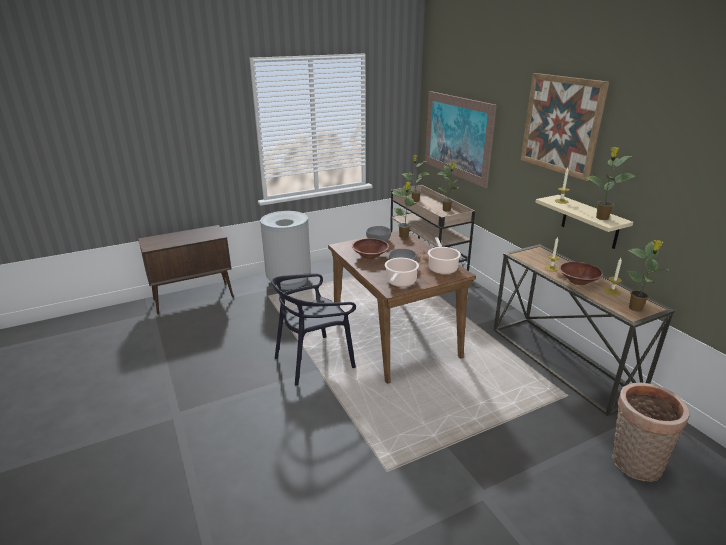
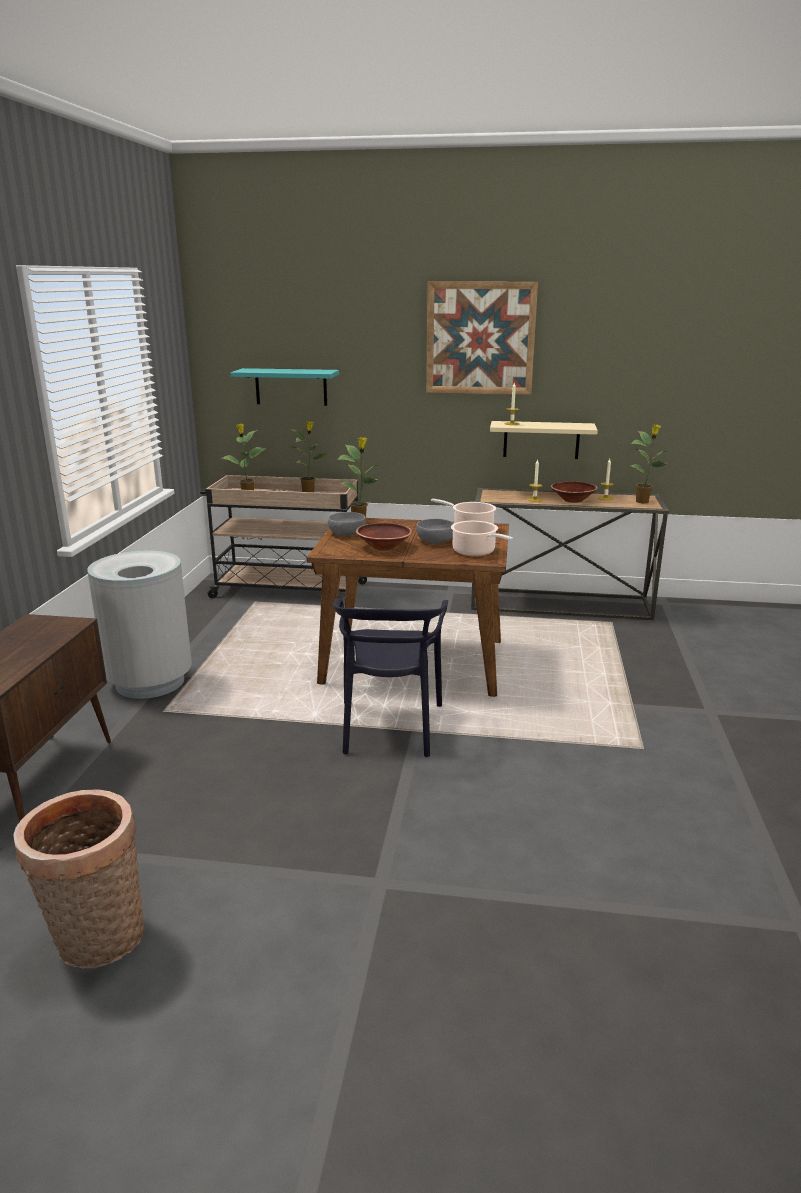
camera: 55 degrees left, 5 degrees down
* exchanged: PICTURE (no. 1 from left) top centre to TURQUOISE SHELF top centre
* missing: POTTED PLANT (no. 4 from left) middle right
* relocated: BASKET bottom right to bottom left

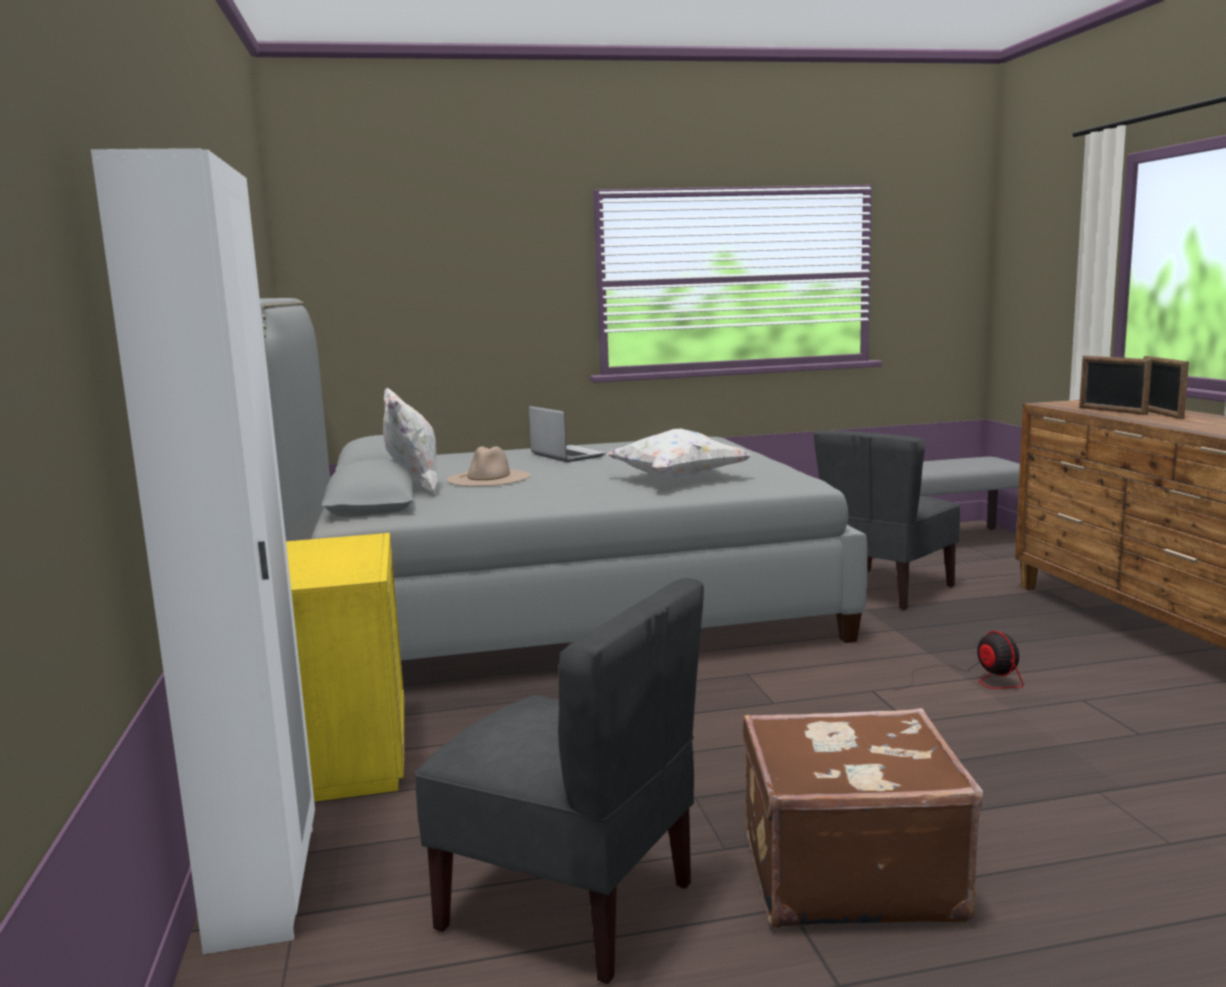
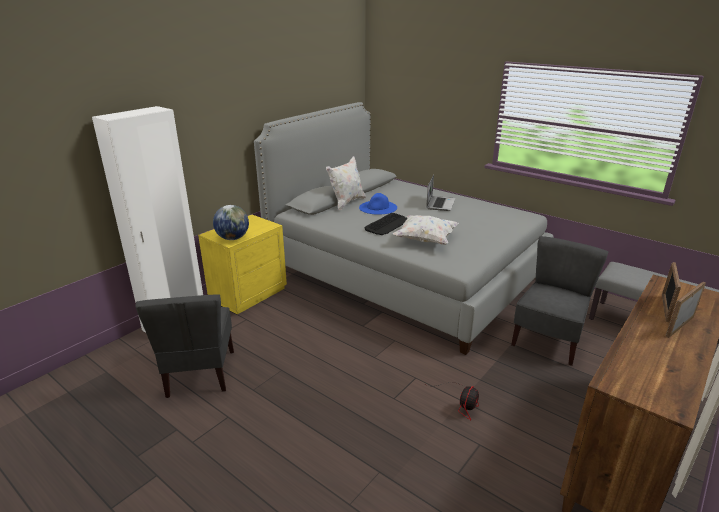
camera: 50 degrees right, 15 degrees up
* colour: BEIGE HAT centre to BLUE HAT centre
* missing: BROWN SUITCASE bottom right
* spun: GREY CHAIR (no. 2 from left) middle right = middle right 120 degrees clockwise
* appeared: GLOBE middle left
* appeared: KEYBOARD centre

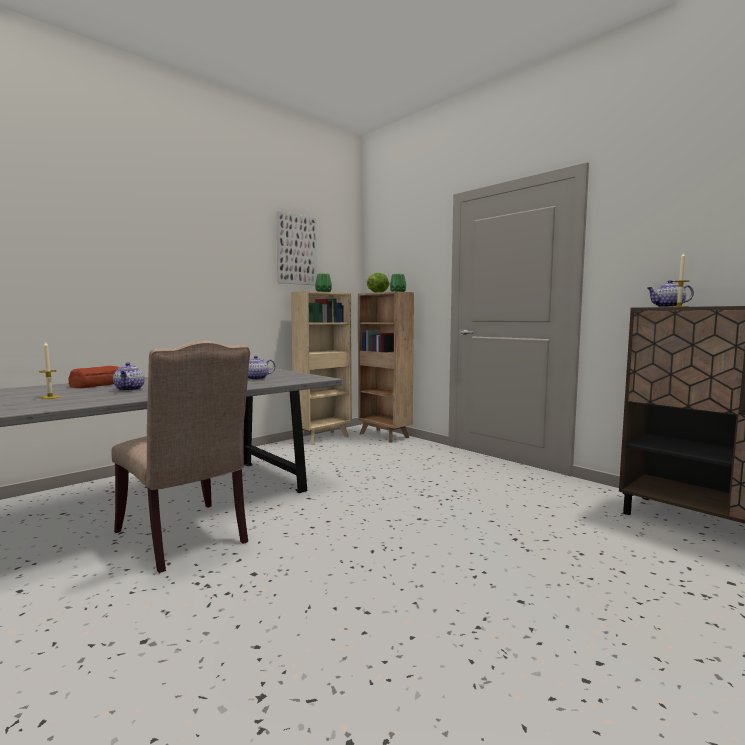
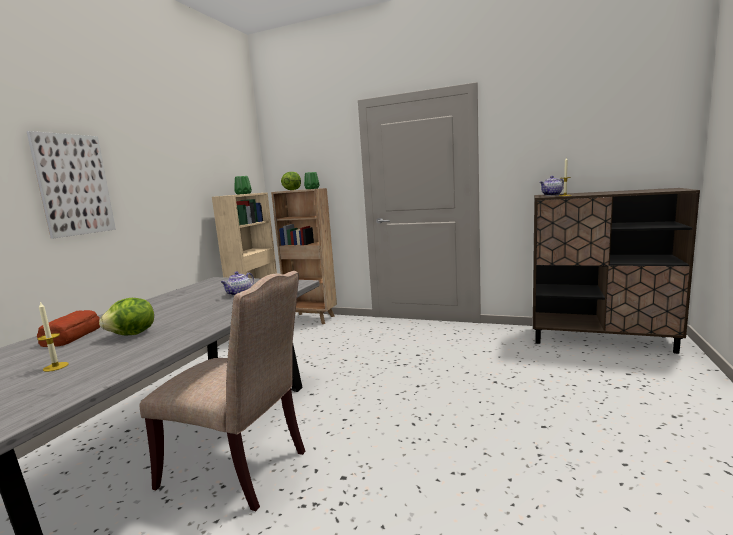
camera: 25 degrees left, 5 degrees up
* exchanged: TEAPOT (no. 1 from left) middle left to LETTUCE (no. 1 from left) middle left
* relocated: PICTURE top centre to middle left

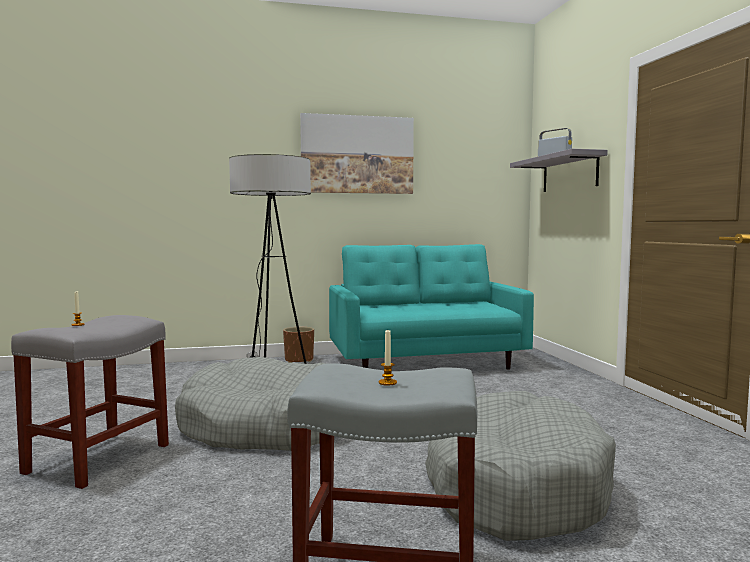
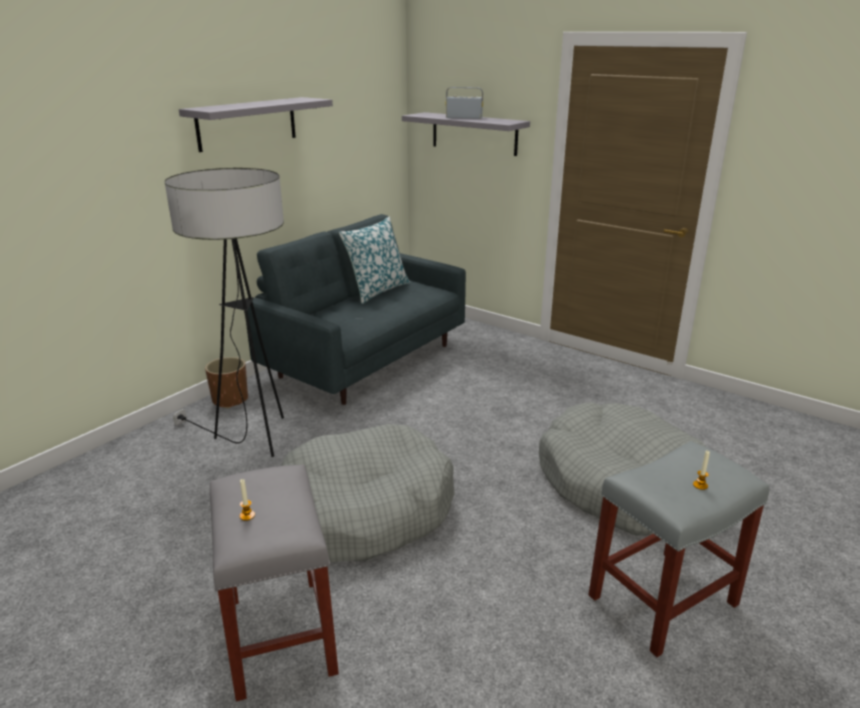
camera: 40 degrees left, 20 degrees up
* exchanged: PICTURE top centre to GREY SHELF (no. 1 from left) top left
* colour: TURQUOISE SOFA centre to GREY SOFA centre
* appeared: PILLOW centre

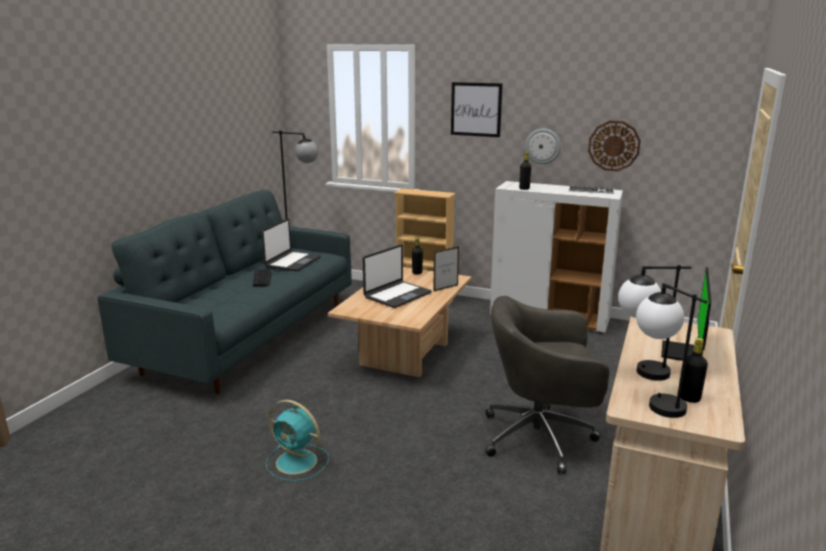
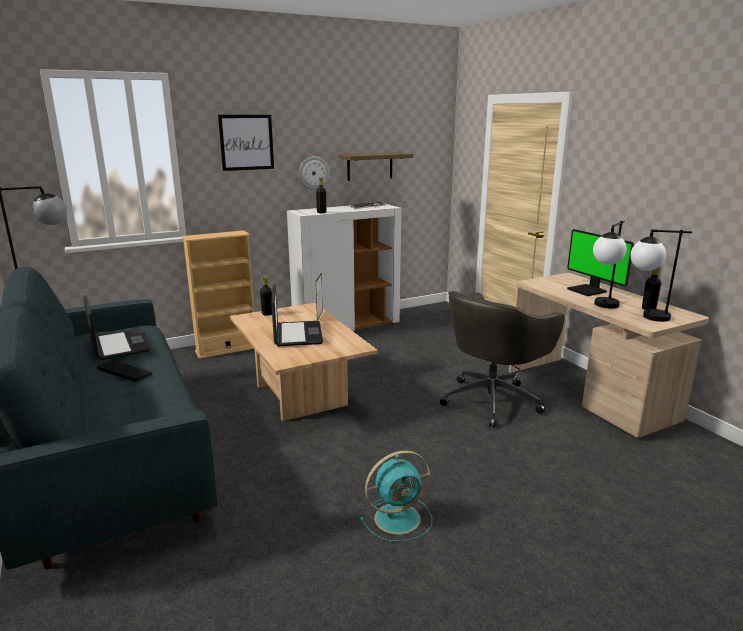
camera: 50 degrees left, 0 degrees up
* exchanged: WALL CLOCK (no. 2 from left) top right to SHELF top centre

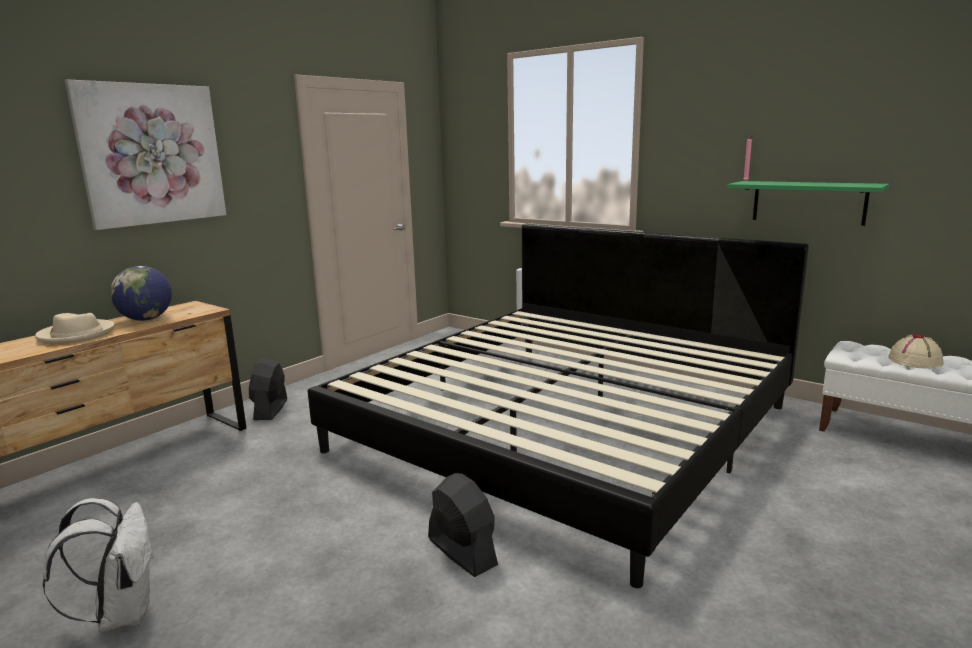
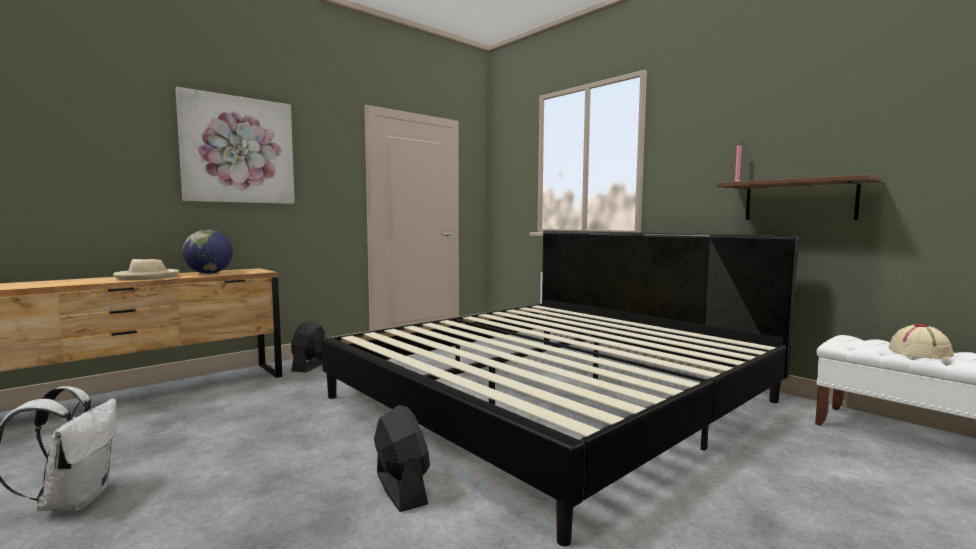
camera: 10 degrees right, 10 degrees down
* colour: GREEN SHELF top right to BROWN SHELF middle right

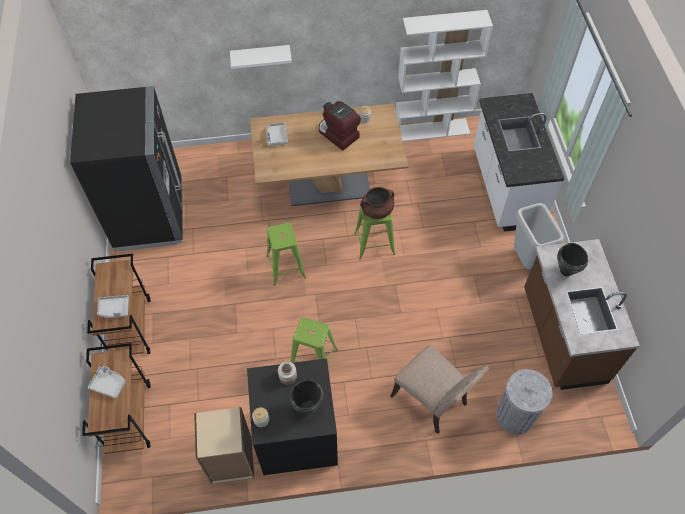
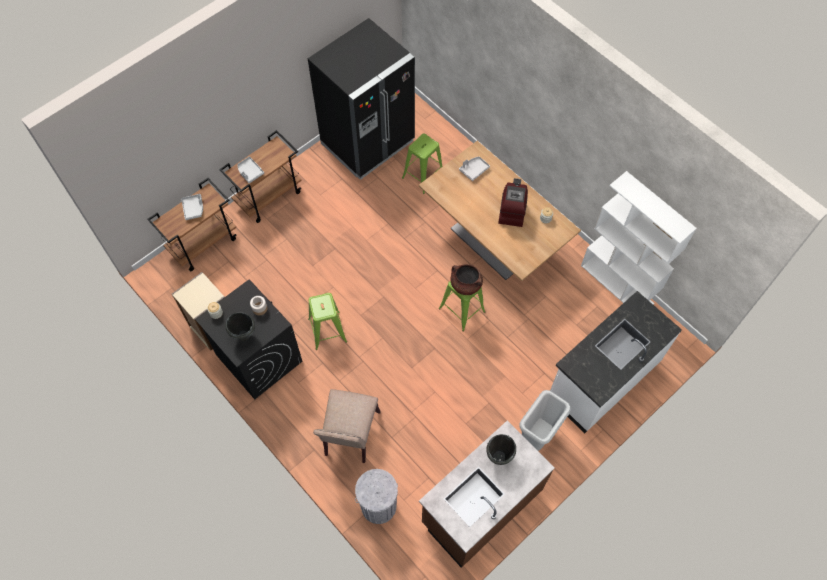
camera: 55 degrees right, 5 degrees up
* missing: WHITE SHELF top centre
* relocated: GREEN STOOL (no. 1 from left in the first image) centre to GREEN STOOL (no. 2 from left) top centre

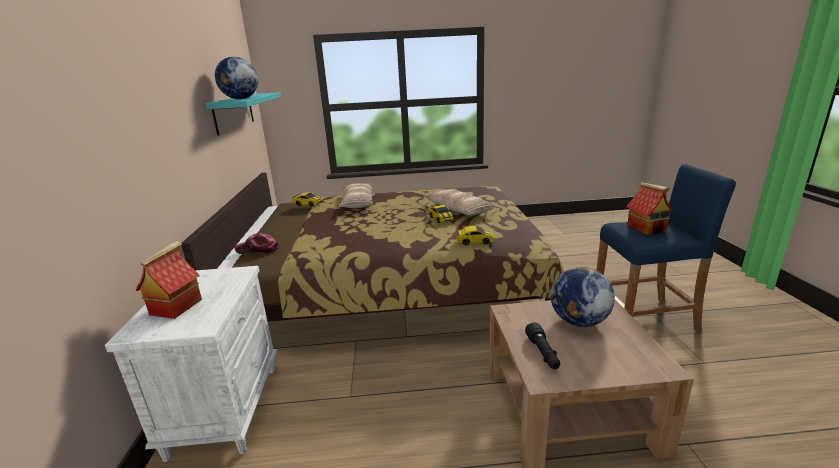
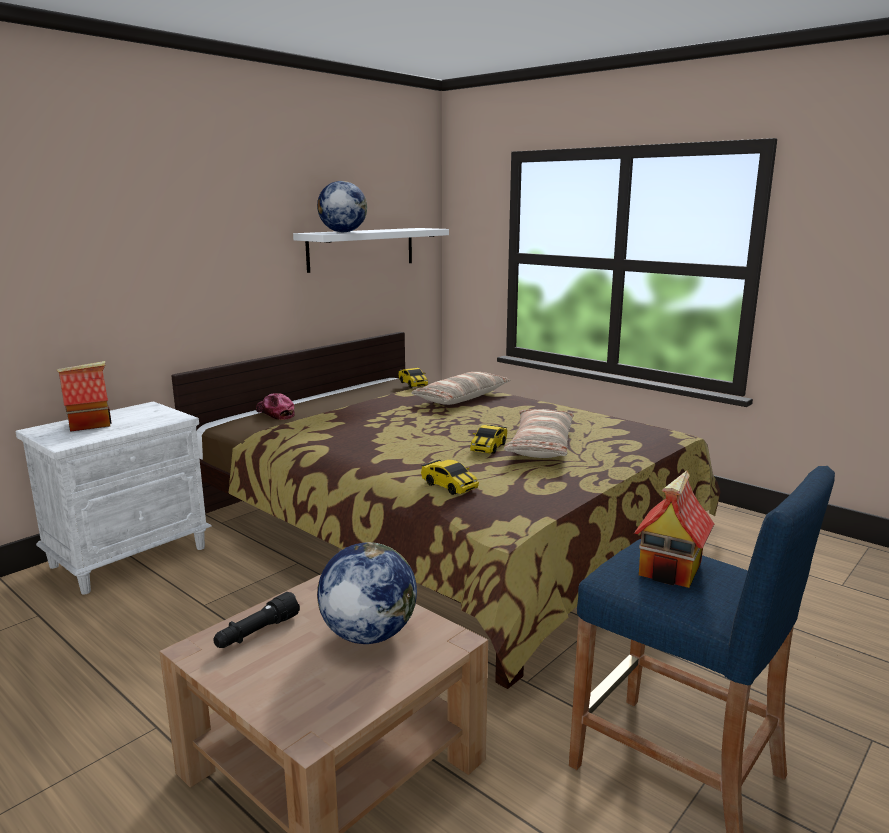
camera: 45 degrees right, 5 degrees down
* colour: TURQUOISE SHELF top left to WHITE SHELF top centre

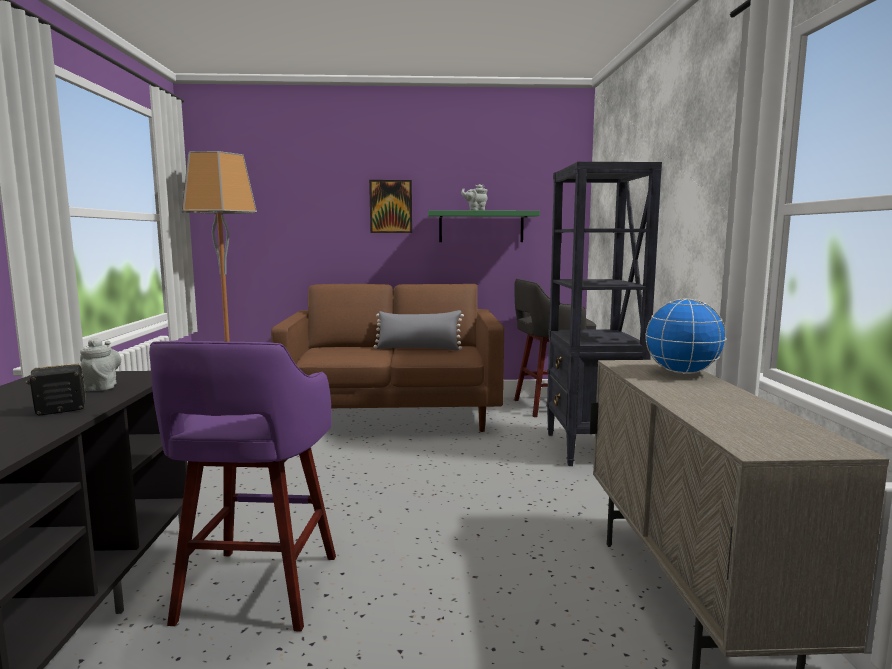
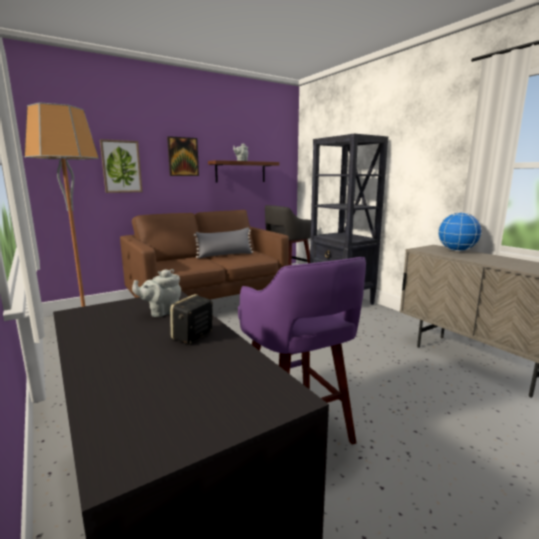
camera: 30 degrees left, 5 degrees up
* spun: GREY TEAPOT (no. 1 from left) middle left = middle left 75 degrees counterclockwise
* colour: GREEN SHELF centre to BROWN SHELF top centre
* appeared: PICTURE (no. 1 from left) top left

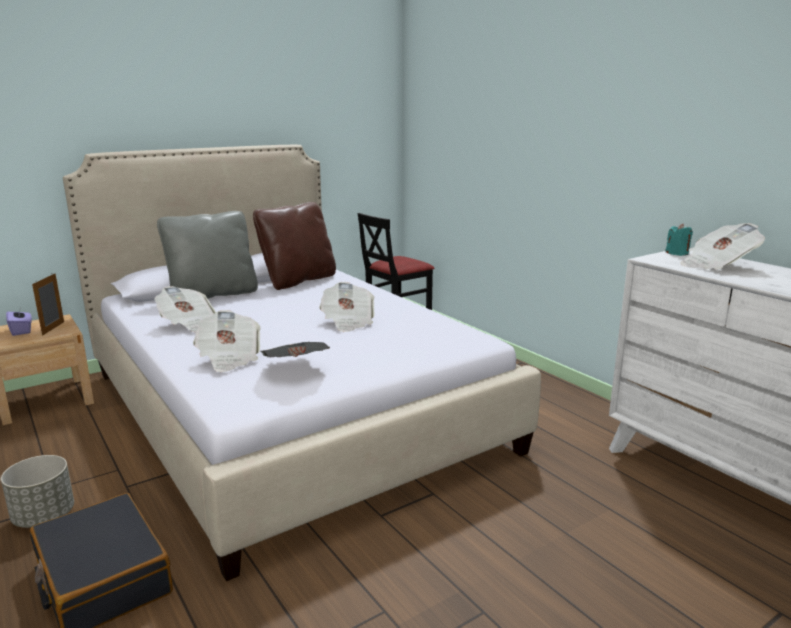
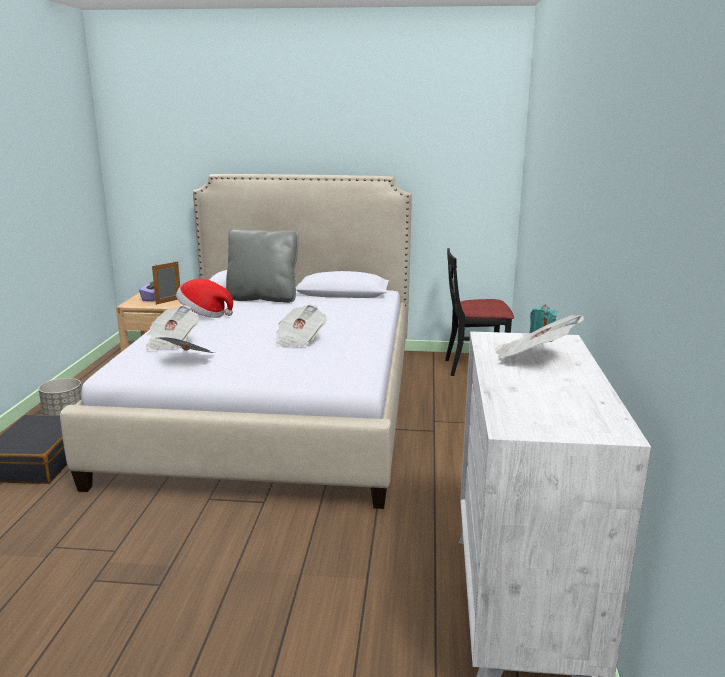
camera: 40 degrees right, 0 degrees up
* exchanged: NEWSPAPER (no. 1 from left) middle left to HAT middle left
* missing: BROWN PILLOW centre

